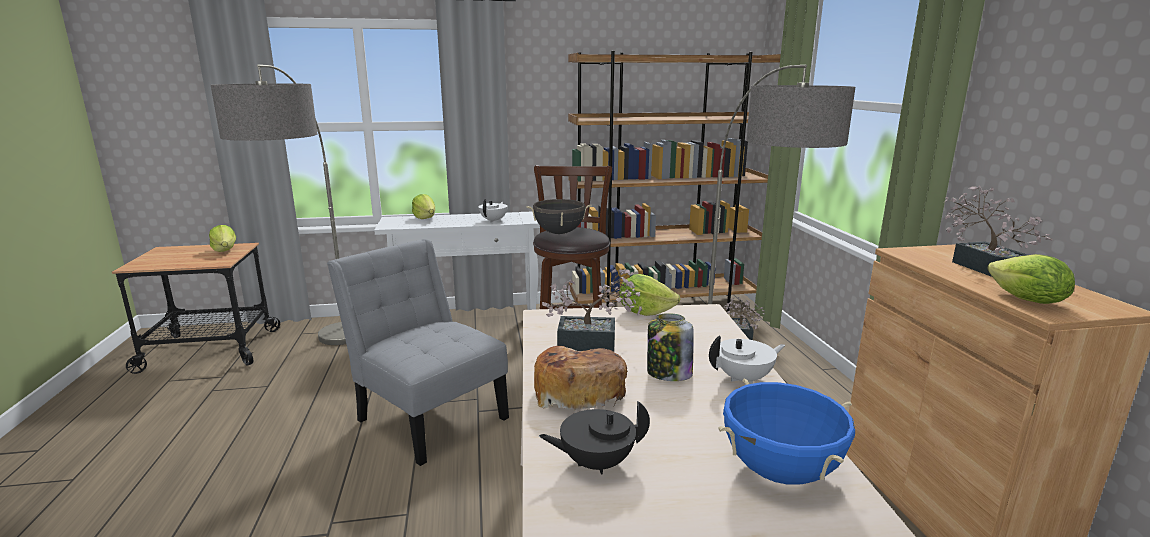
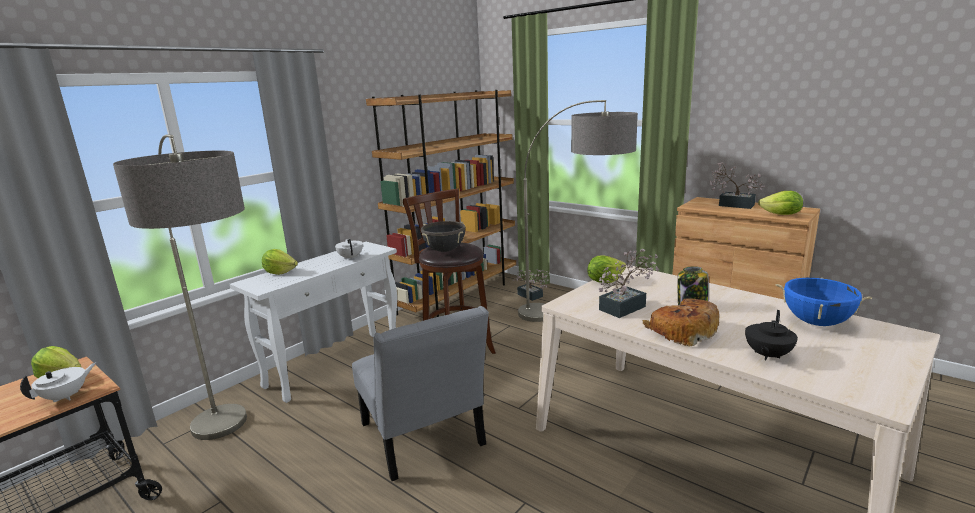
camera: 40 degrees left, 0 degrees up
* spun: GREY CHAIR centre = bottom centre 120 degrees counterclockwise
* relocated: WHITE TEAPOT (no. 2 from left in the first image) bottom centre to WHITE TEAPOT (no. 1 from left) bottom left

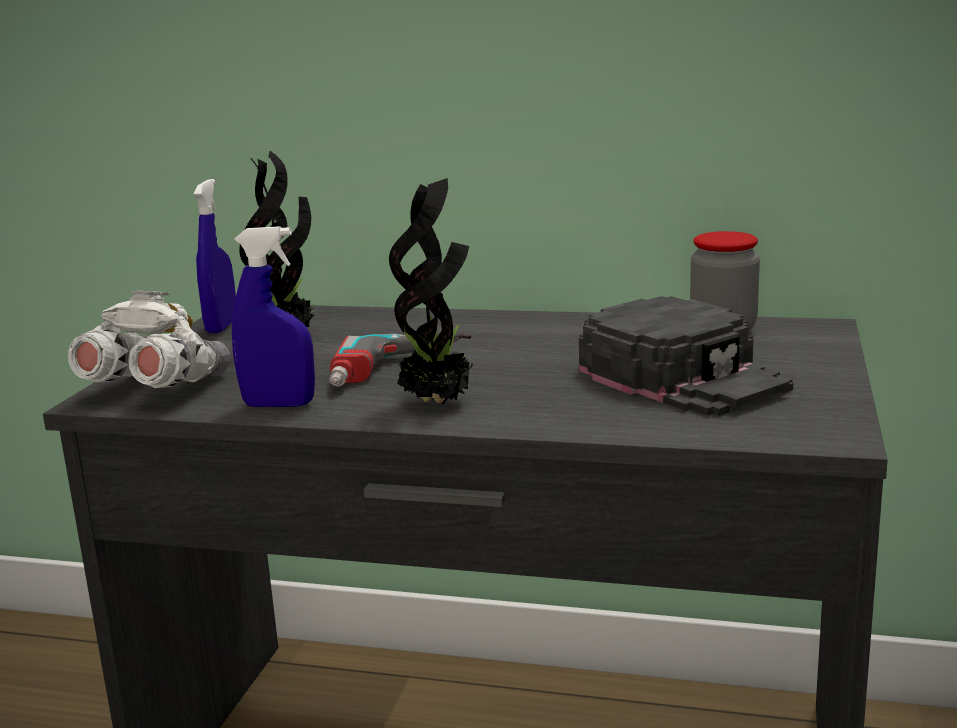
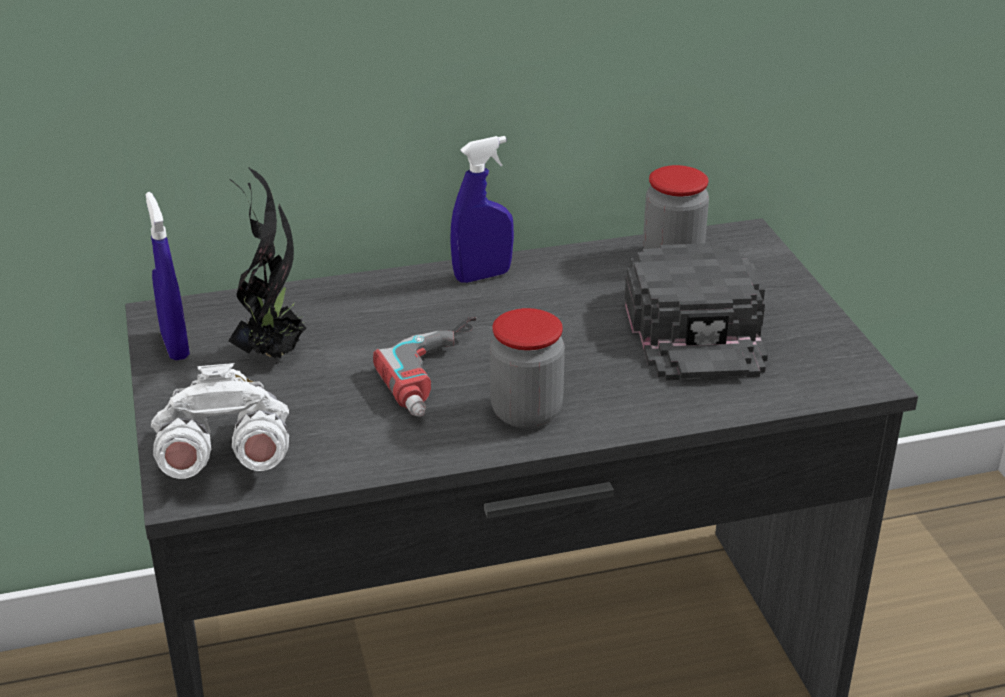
camera: 30 degrees left, 15 degrees up
* relocated: BLUE SPRAY BOTTLE (no. 2 from left) middle left to top centre
* exchanged: POTTED PLANT (no. 2 from left) centre to JAR (no. 1 from left) centre
* spun: BLACK CAP middle right = middle right 60 degrees clockwise

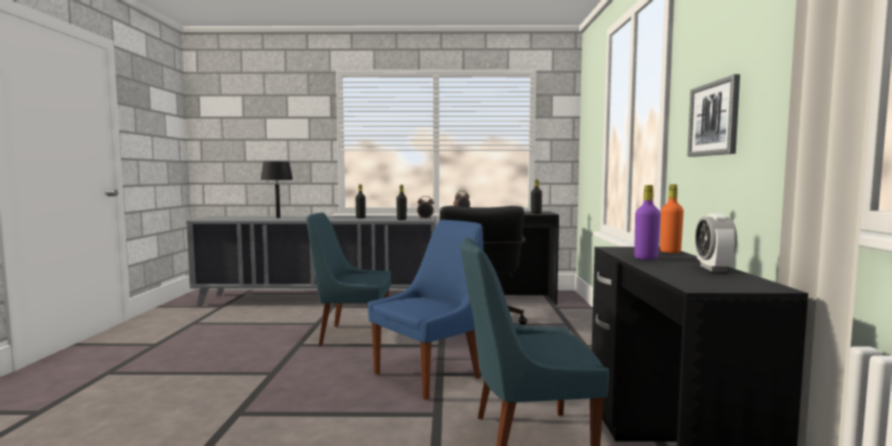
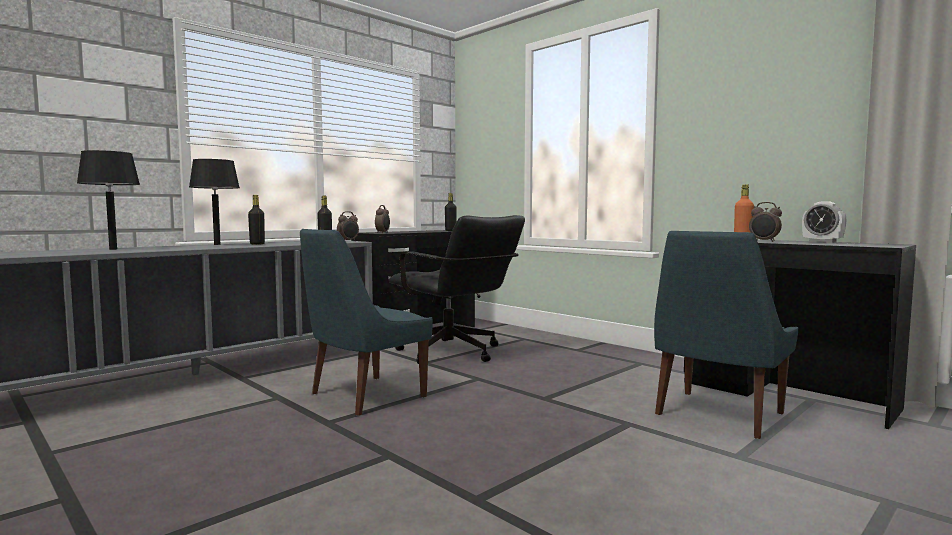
camera: 45 degrees left, 0 degrees up
* missing: BLUE CHAIR (no. 2 from left) bottom centre
* exchanged: PURPLE BOTTLE middle right to ALARM CLOCK (no. 3 from left) middle right
* missing: PICTURE top right
* appeared: BLACK TABLE LAMP (no. 2 from left) middle left

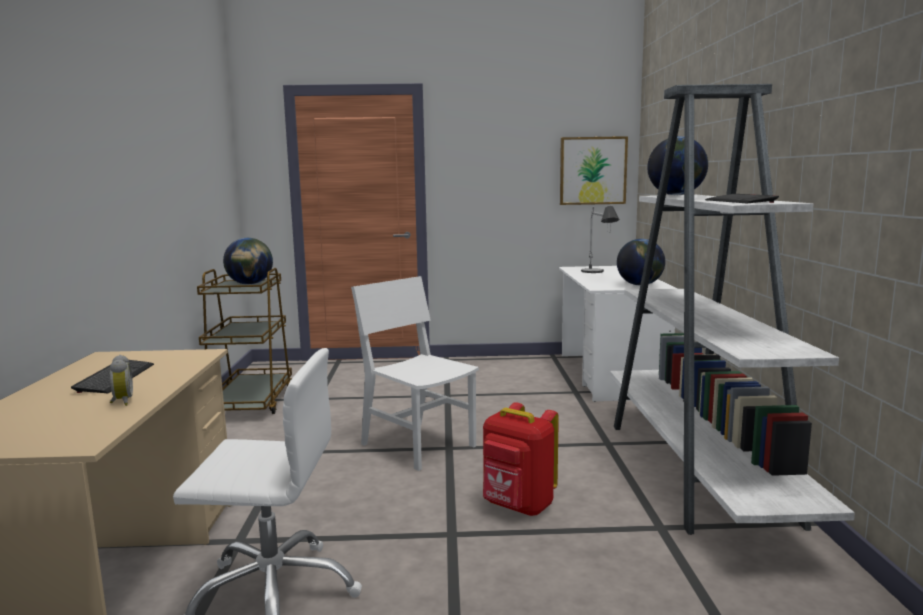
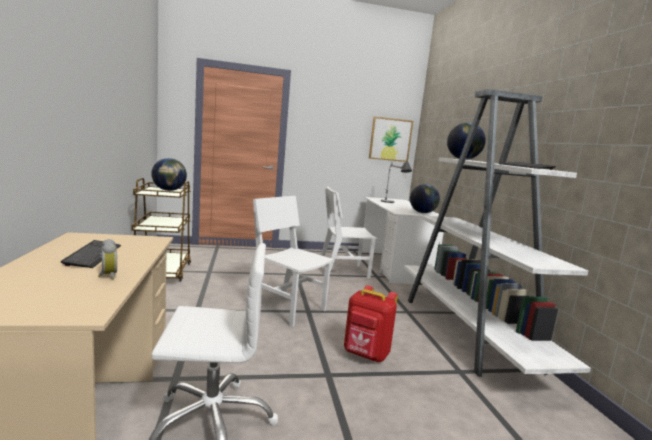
camera: 10 degrees left, 0 degrees up
* appeared: WHITE CHAIR (no. 2 from left) centre

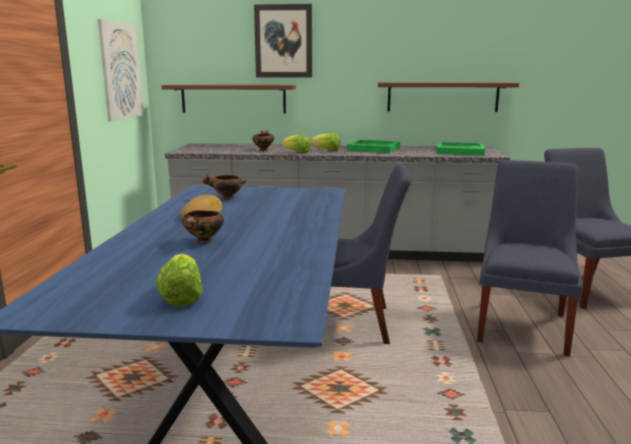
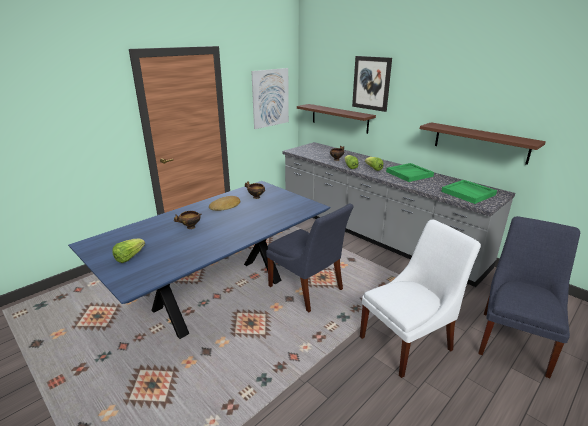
camera: 40 degrees right, 10 degrees up
* colour: BLUE CHAIR (no. 2 from left) middle right to WHITE CHAIR bottom right

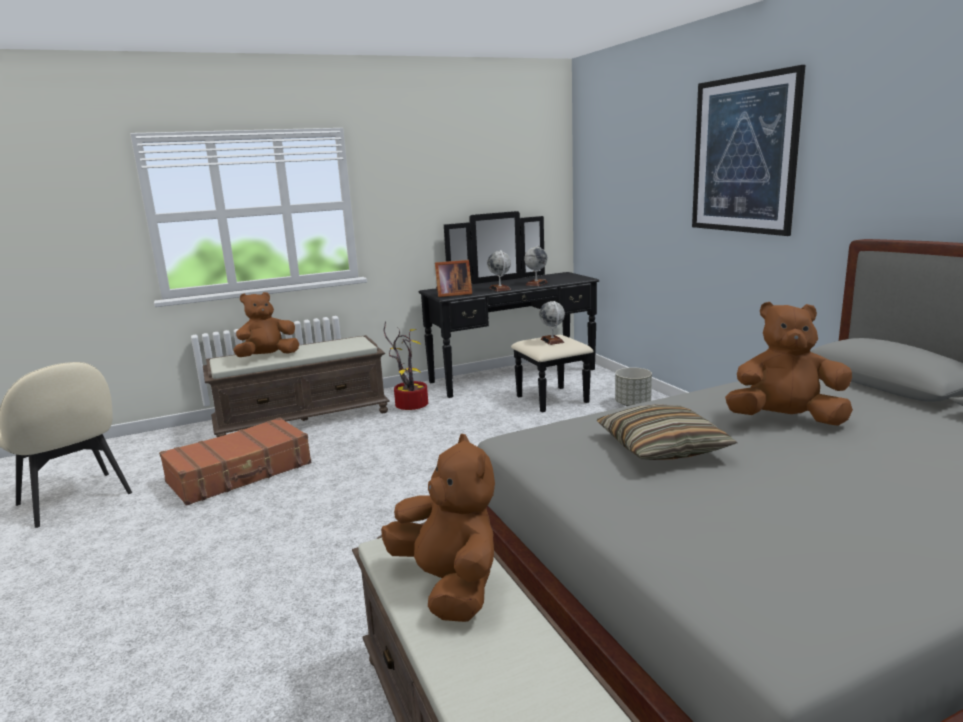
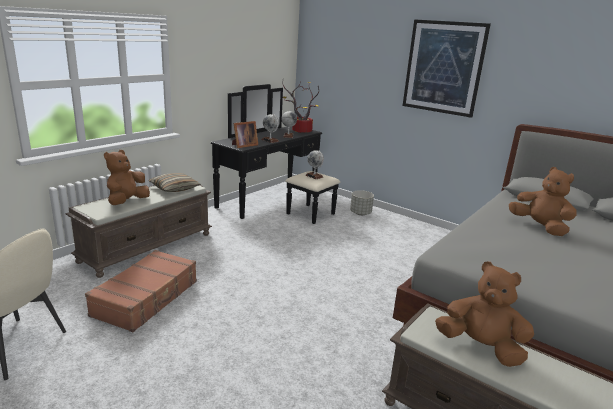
camera: 30 degrees left, 5 degrees up
* relocated: POTTED PLANT centre to top centre
* relocated: PILLOW middle right to middle left
* spun: BROWN PLUSH TOY (no. 3 from left) middle right = middle right 75 degrees clockwise

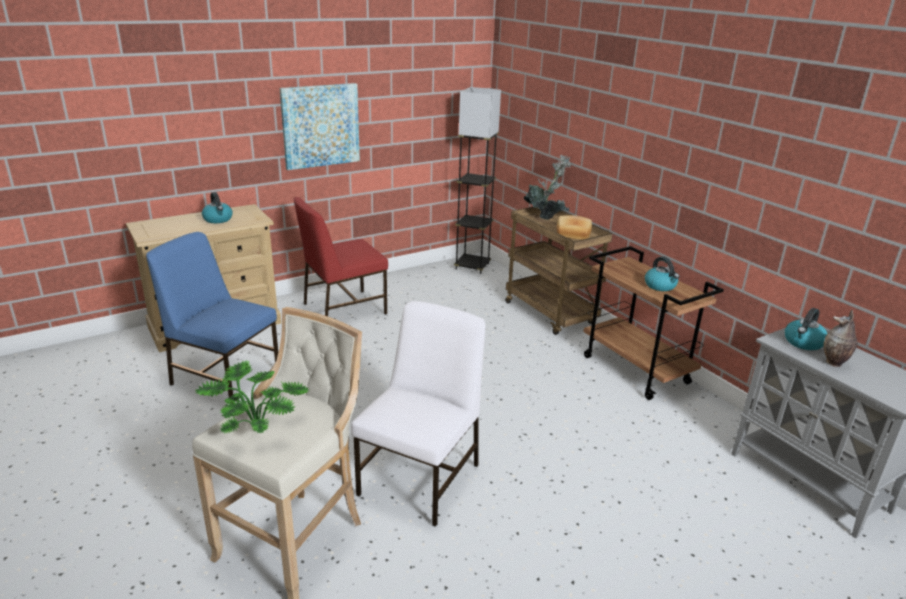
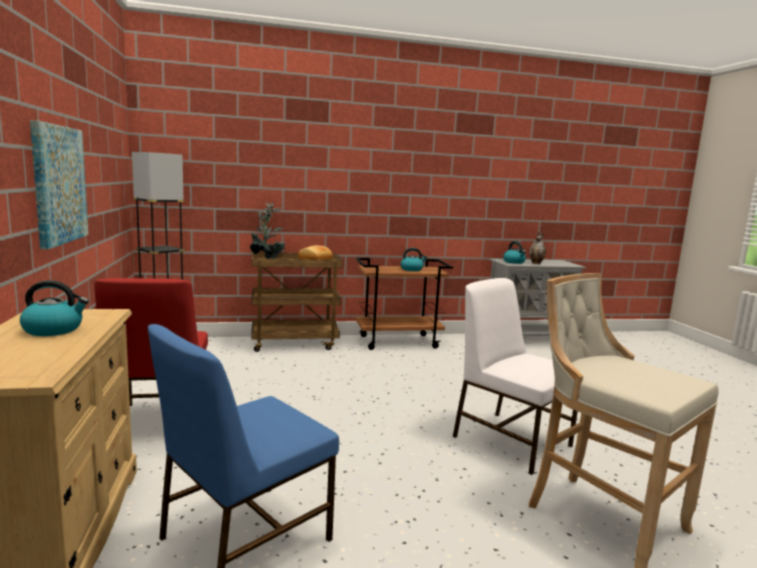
camera: 70 degrees left, 15 degrees down
* missing: POTTED PLANT (no. 1 from left) middle left

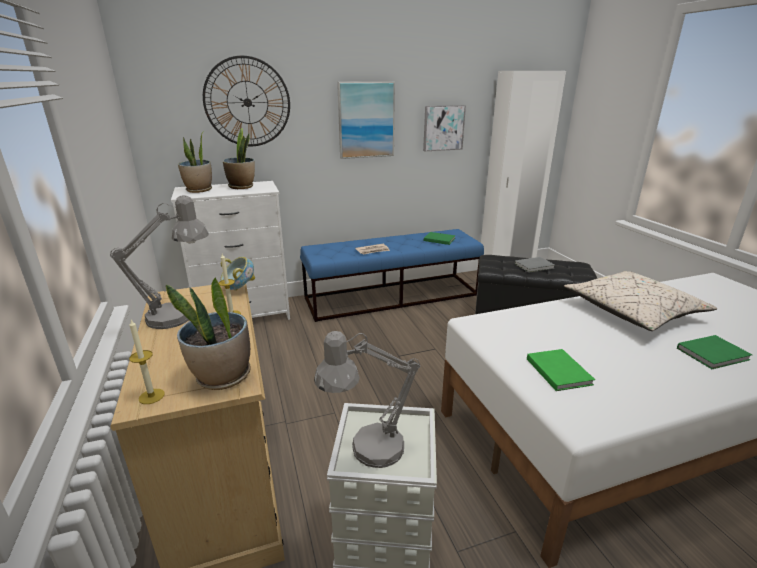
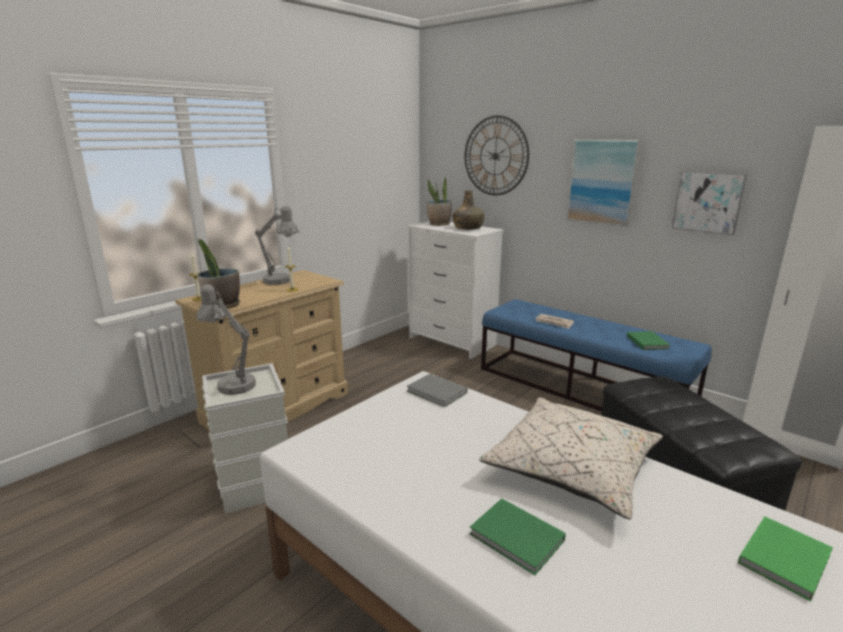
camera: 60 degrees right, 5 degrees down
* missing: BOWL middle left
* exchanged: POTTED PLANT (no. 3 from left) top left to GREEN BOTTLE top centre
* relocated: GREY BOOK middle right to centre
* relocated: GREEN BOOK (no. 2 from left in the first image) middle right to GREEN BOOK (no. 3 from left) bottom right

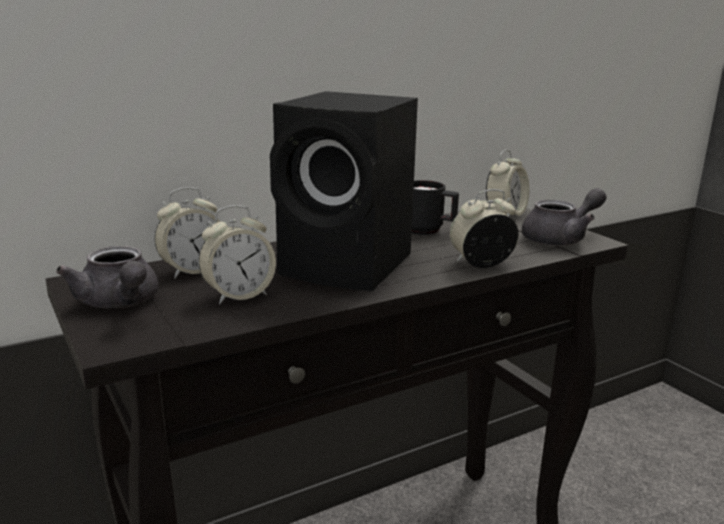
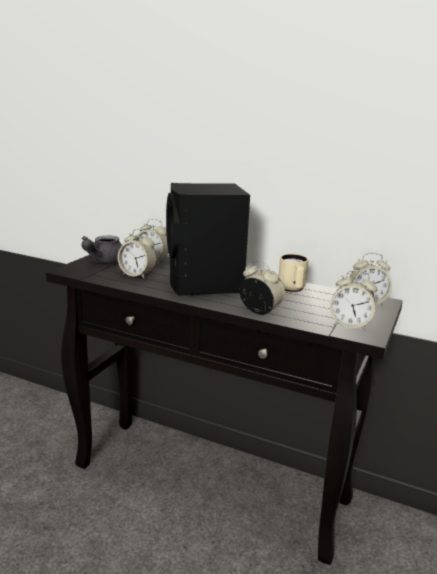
camera: 55 degrees right, 0 degrees up
* colour: BLACK MUG centre to BEIGE MUG middle right
* exchanged: GREY TEAPOT (no. 2 from left) middle right to ALARM CLOCK (no. 4 from left) middle right

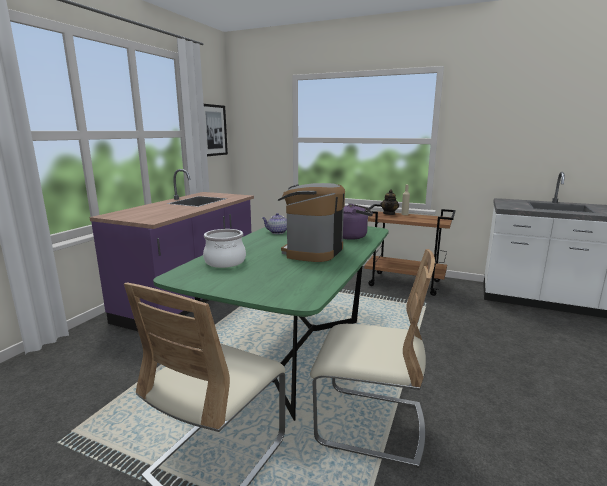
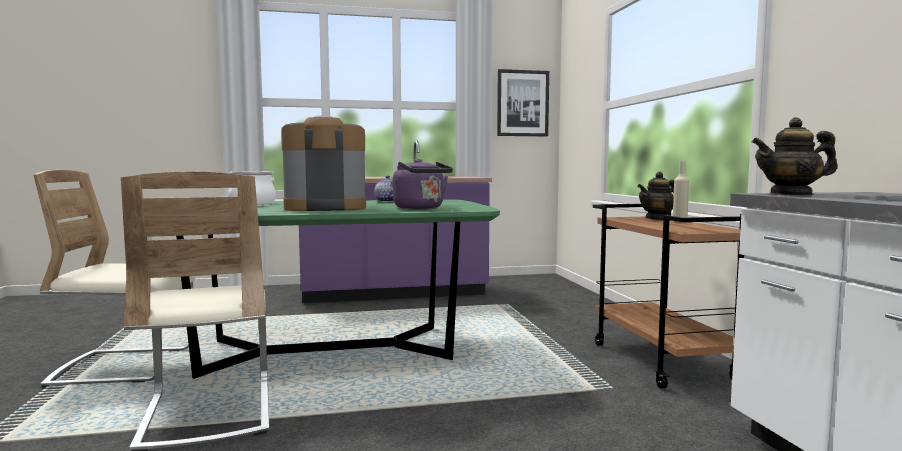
camera: 55 degrees right, 10 degrees down
* appeared: TEAPOT (no. 3 from left) middle right

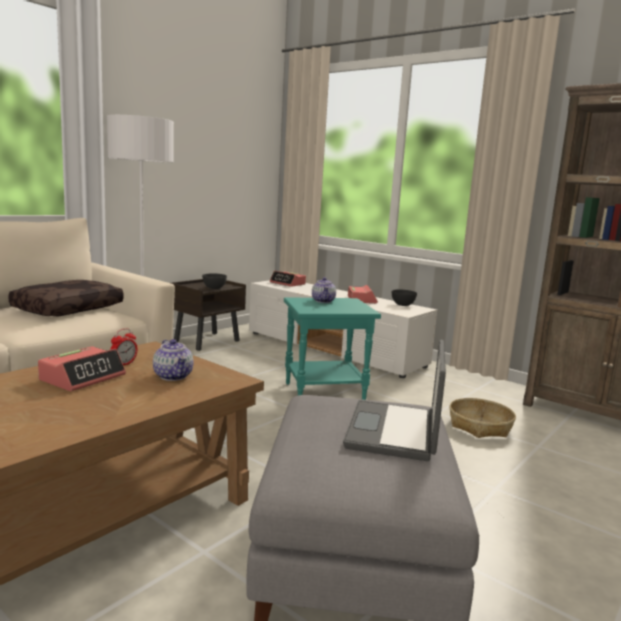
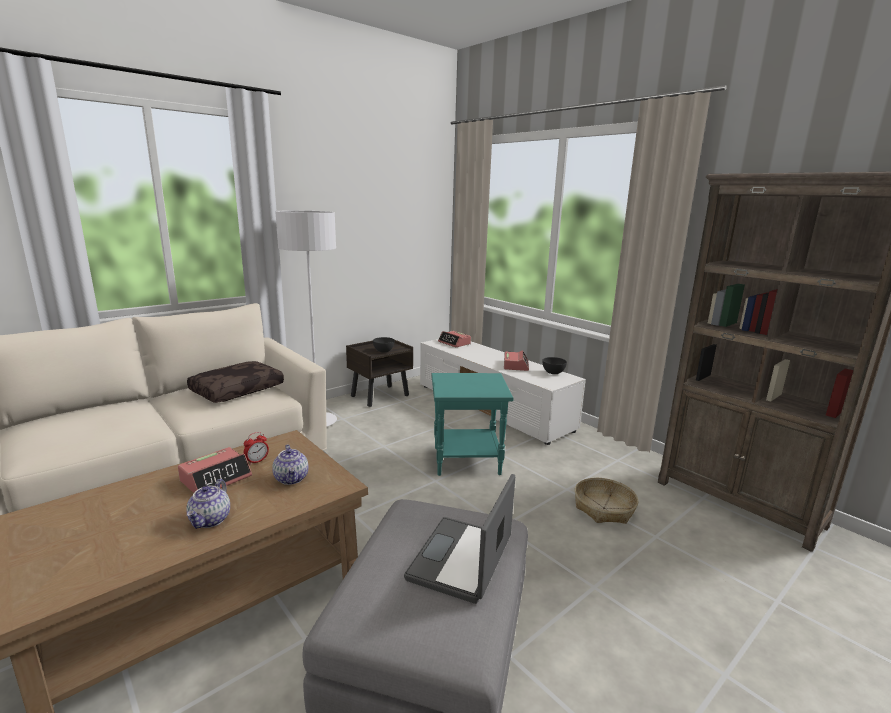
camera: 10 degrees right, 5 degrees up
* relocated: TEAPOT (no. 2 from left in the first image) centre to TEAPOT (no. 1 from left) bottom left

